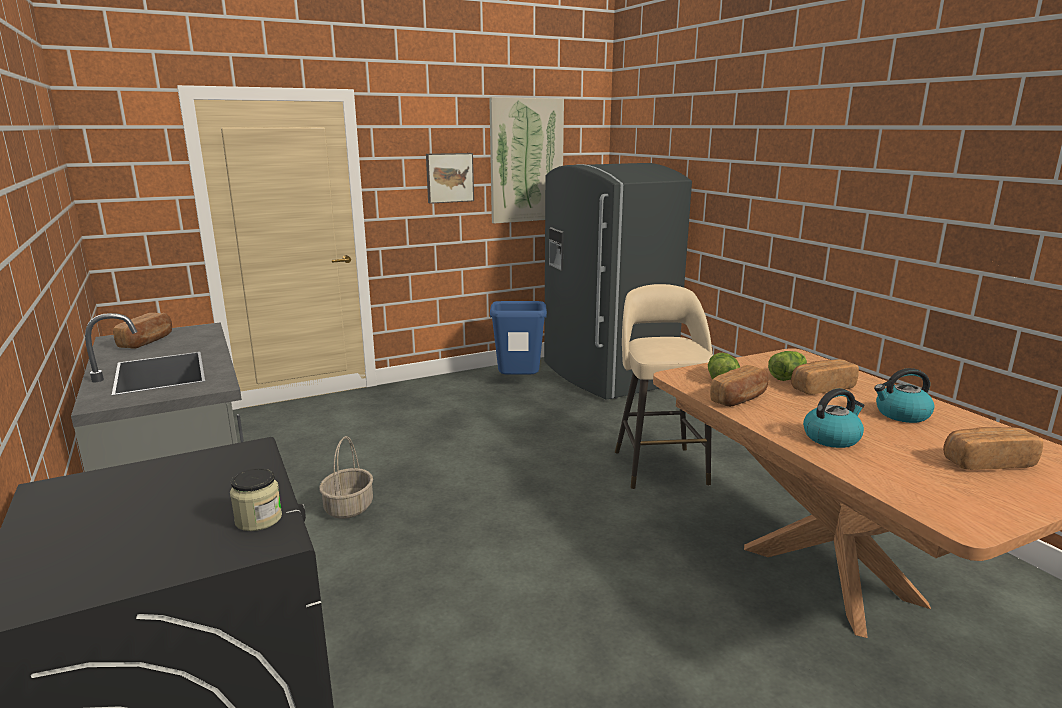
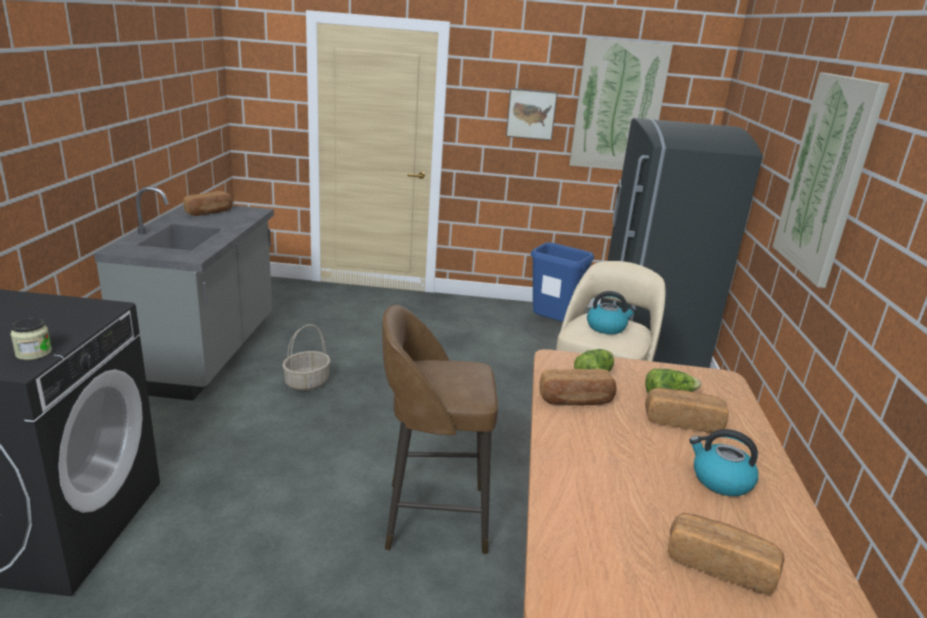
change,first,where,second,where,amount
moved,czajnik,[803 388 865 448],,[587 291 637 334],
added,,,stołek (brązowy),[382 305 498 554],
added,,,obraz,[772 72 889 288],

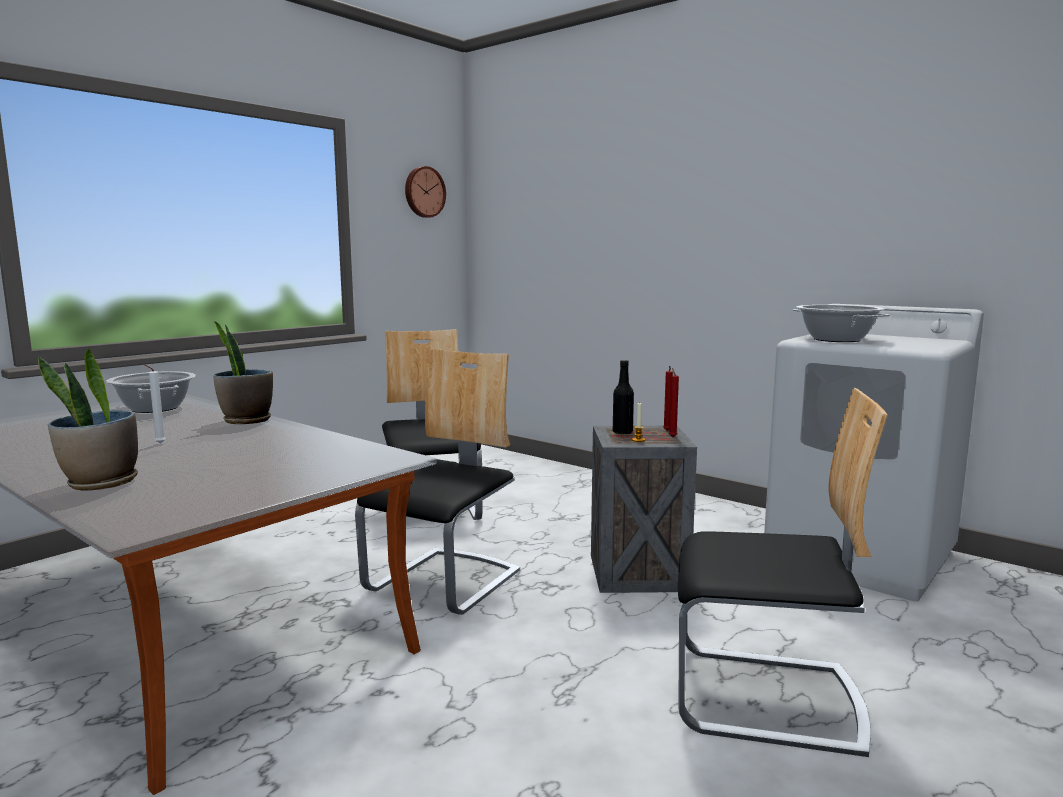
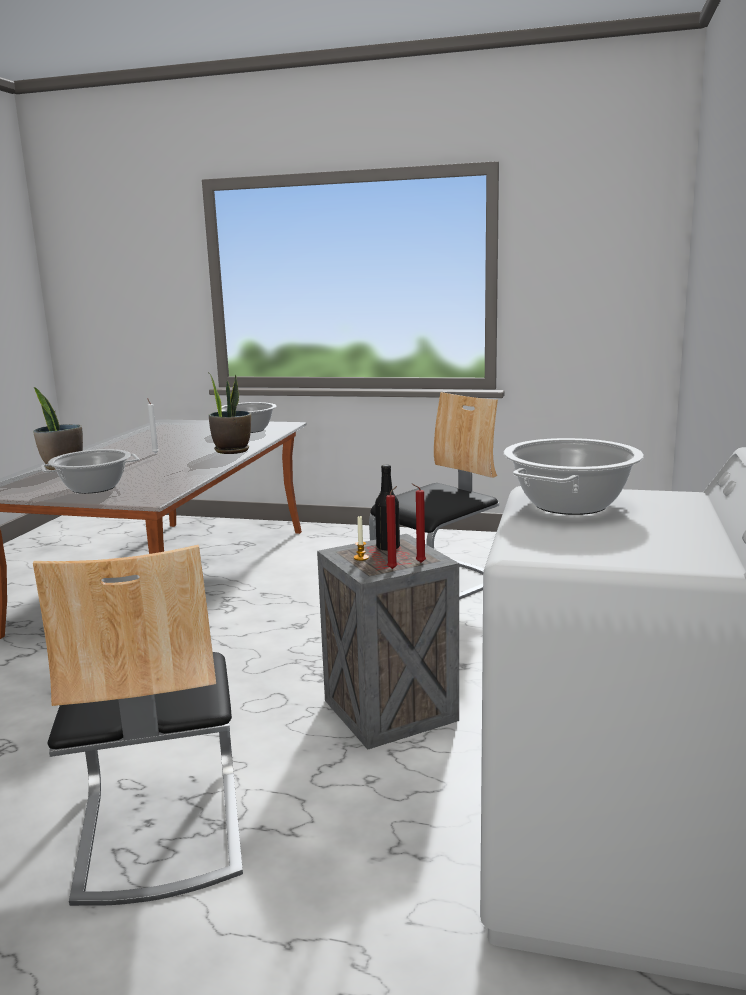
change,first,where,second,where,amount
removed,krzesło,[355 348 520 615],,,
removed,zegar ścienny,[405 166 446 218],,,
added,,,garnek,[41 449 139 494],

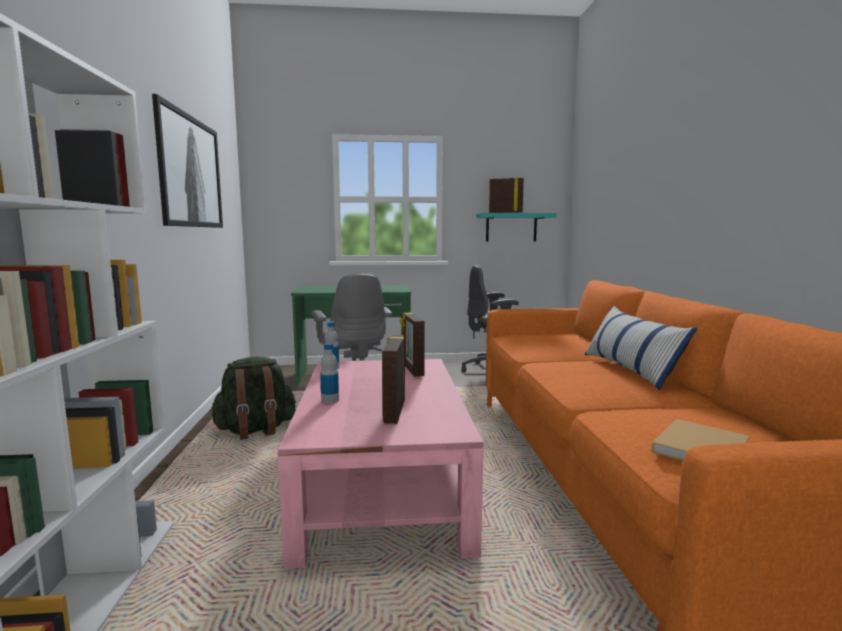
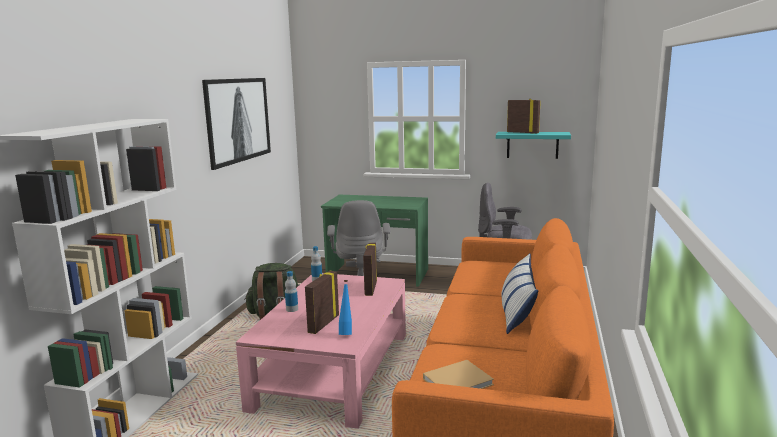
change,first,where,second,where,amount
added,,,butelka (niebieski),[339 280 352 335],

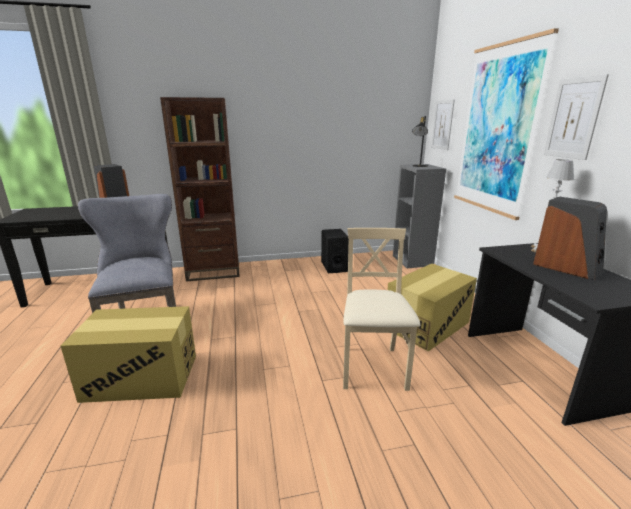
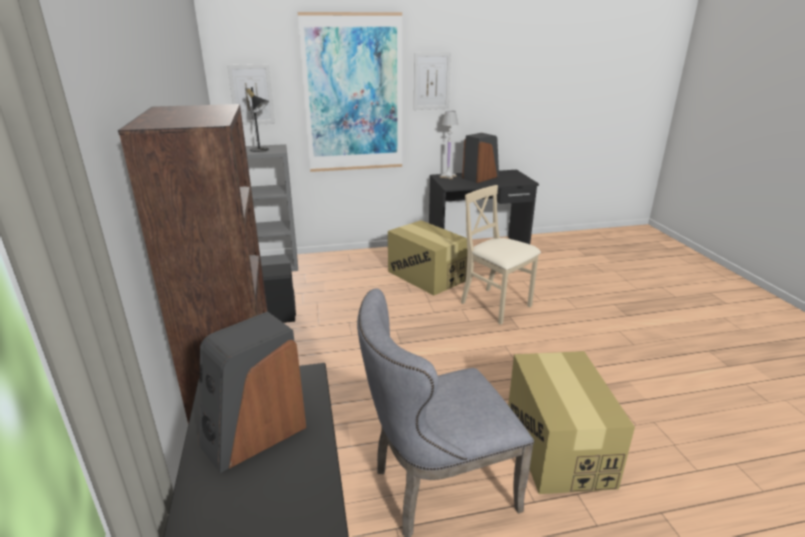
change,first,where,second,where,amount
turned,krzesło (beżowy),[343 228 420 391],,[461 185 541 325],45 degrees clockwise

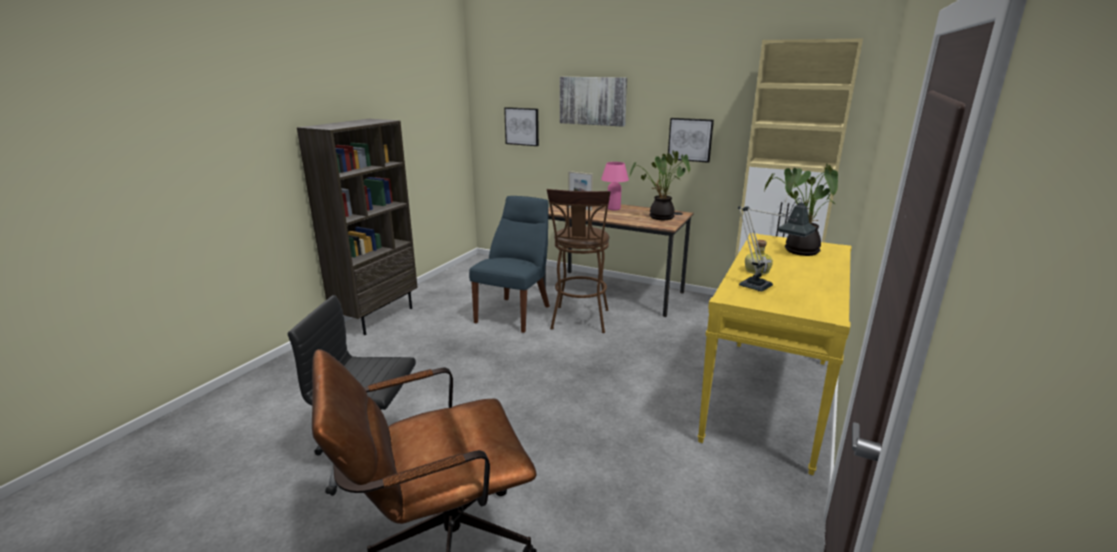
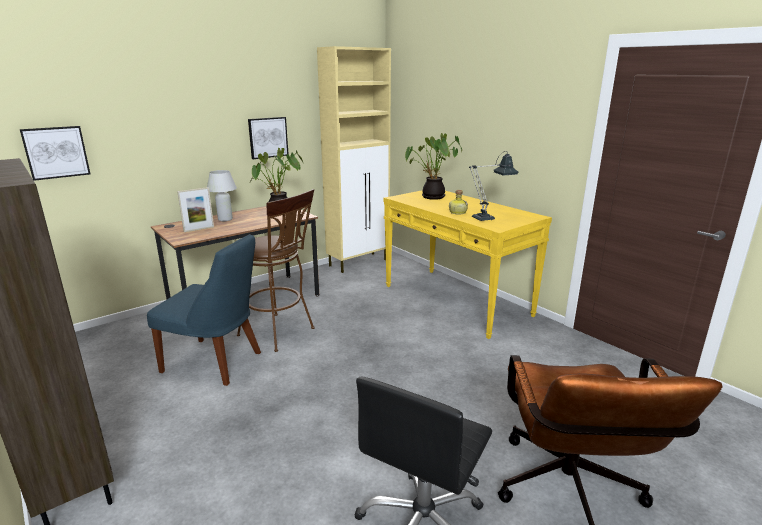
change,first,where,second,where,amount
turned,krzesło (niebieski),[469 196 550 333],,[147 234 261 386],150 degrees clockwise
removed,obraz,[560 77 627 127],,,
recoloured,lampa stołowa (różowy),[601 162 629 210],lampa stołowa (biały),[207 170 237 221],

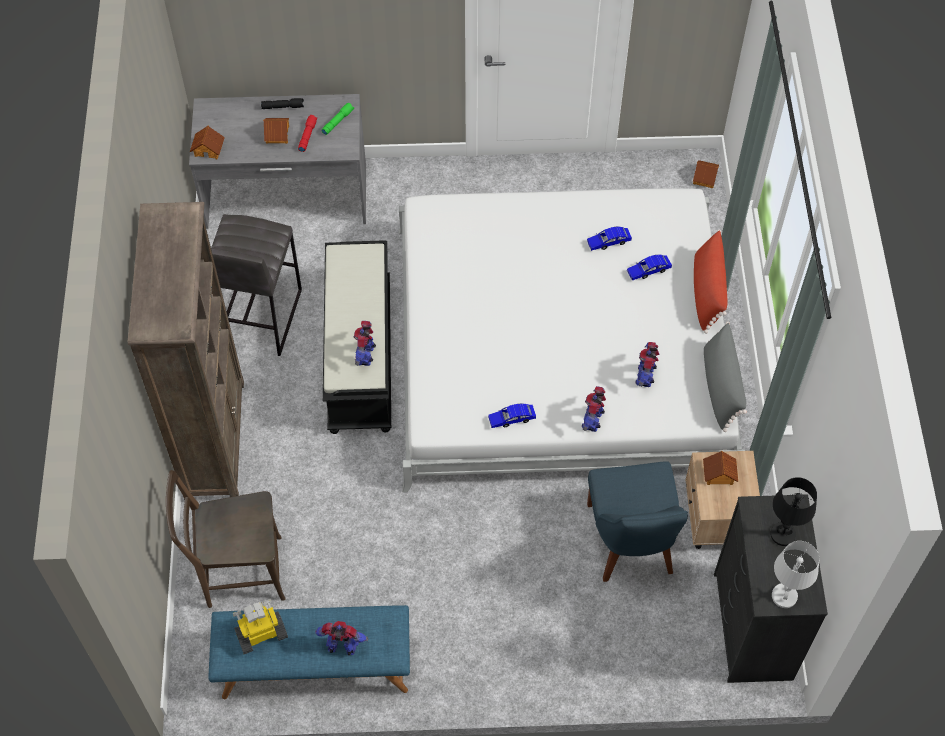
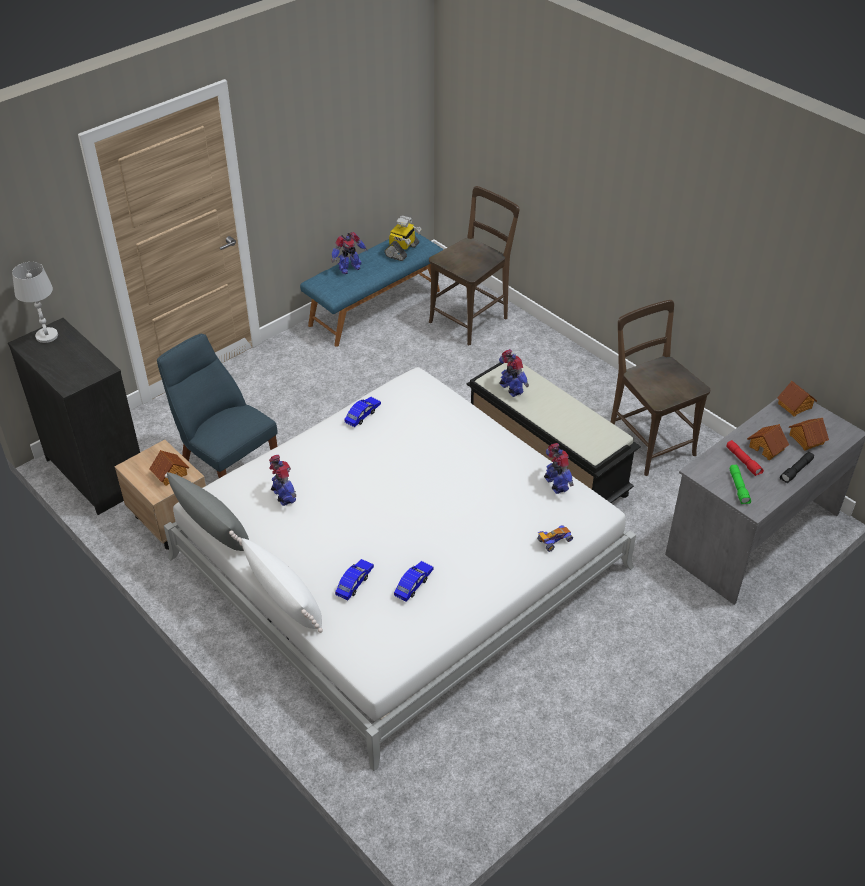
change,first,where,second,where,amount
removed,regał (brązowy),[128 202 244 500],,,
replaced,stołek (szary),[211 214 302 356],krzesło (brązowy),[611 300 710 476],
moved,robot zabawkowy,[582 386 606 432],,[544 443 574 494],
moved,domek,[693 160 719 188],,[789 418 829 450],
recoloured,poduszka (czerwony),[694 230 727 334],poduszka (biały),[239 538 323 633],
removed,lampa stołowa (czarny),[770 477 817 546],,,
added,,,samochodzik,[537 525 573 552],

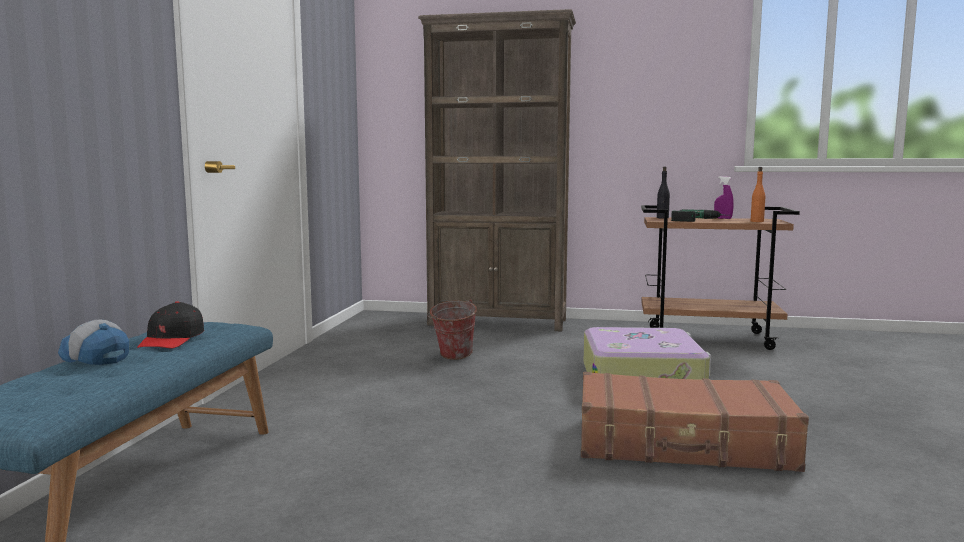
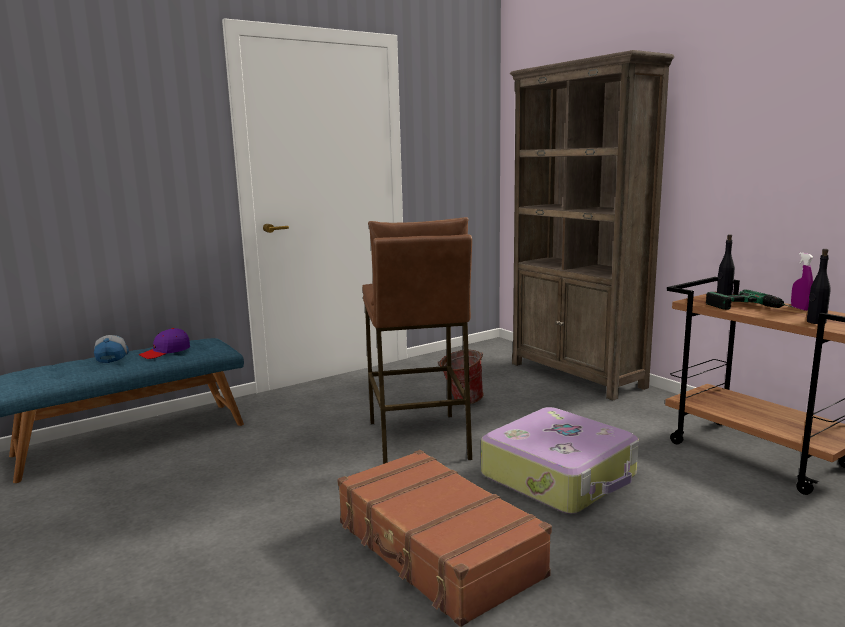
change,first,where,second,where,amount
recoloured,czapka z daszkiem (czarny),[137 301 204 349],czapka z daszkiem (fioletowy),[139 328 190 359],
recoloured,butelka (pomarańczowy),[751 167 765 222],butelka (czarny),[807 249 831 324],
added,,,stołek (brązowy),[363 217 472 464],

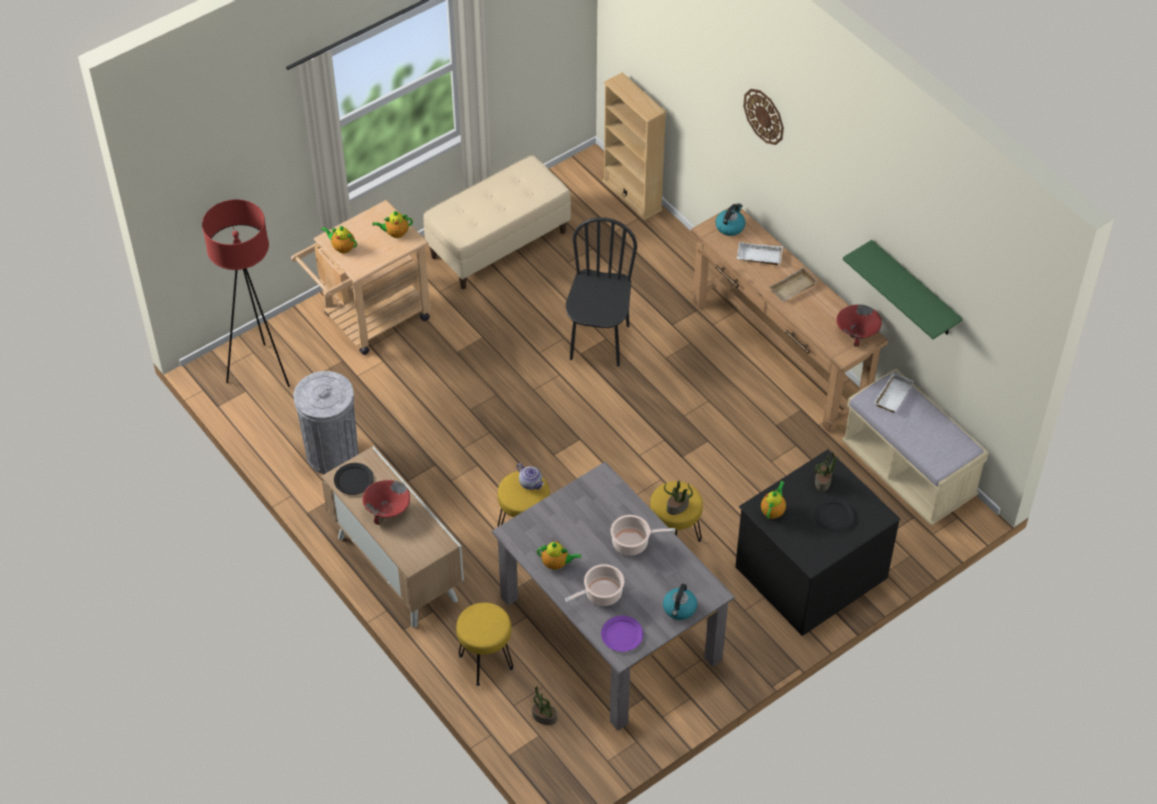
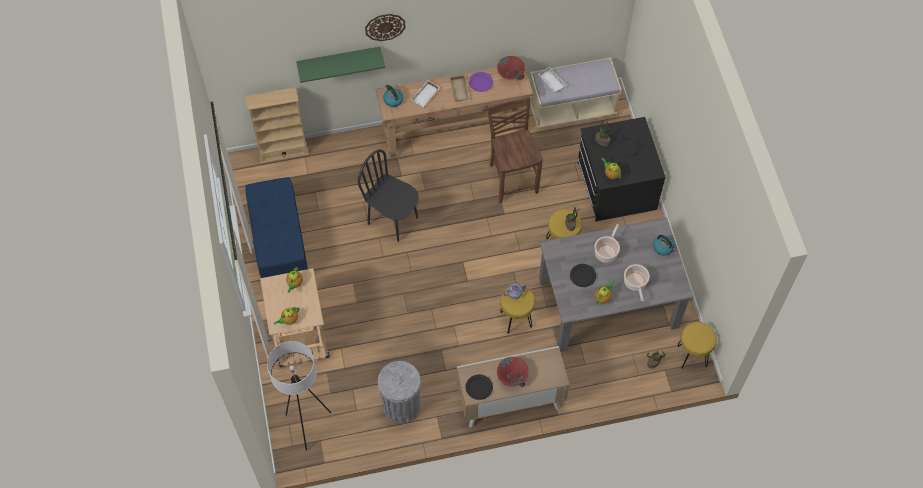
change,first,where,second,where,amount
recoloured,lampa stojąca (czerwony),[202 200 290 387],lampa stojąca (biały),[267 341 332 451],
recoloured,ławka (beżowy),[423 155 571 289],ławka (niebieski),[245 177 308 278],
moved,stołek (żółty),[456 603 513 686],,[677 322 717 369],
moved,talerz (fioletowy),[601 616 643 652],,[469 72 493 92],
moved,półka (zielony),[843 240 963 339],,[296 47 385 83],
added,,,krzesło (brązowy),[487 97 543 203],
added,,,talerz (czarny),[570 264 596 287],

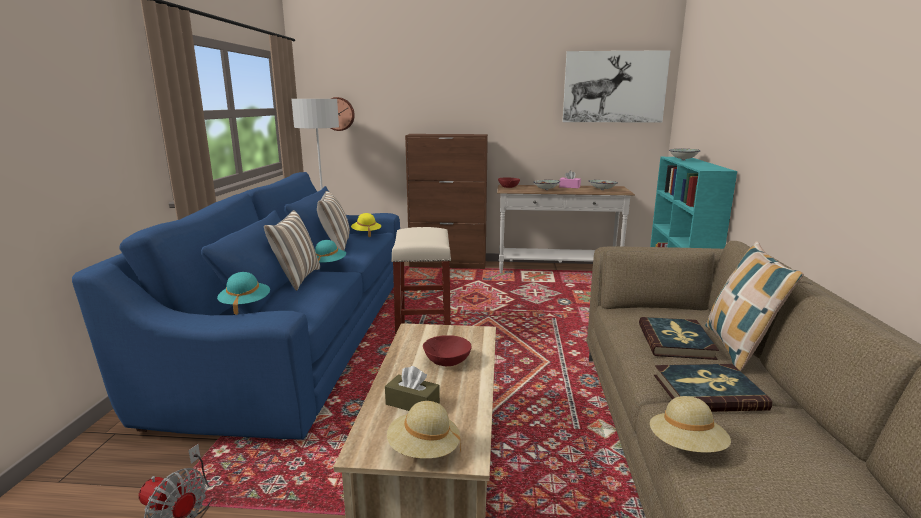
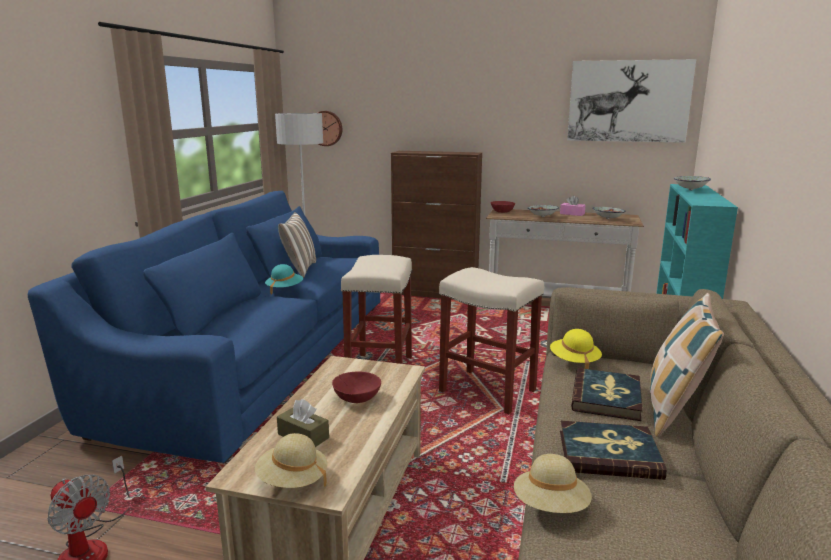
change,first,where,second,where,amount
removed,kapelusz (turkusowy),[217 272 270 315],,,
removed,poduszka,[264 210 320 291],,,
moved,kapelusz (żółty),[351 213 381 237],,[550 329 602 369],
added,,,stołek (beżowy),[439 267 544 414],

